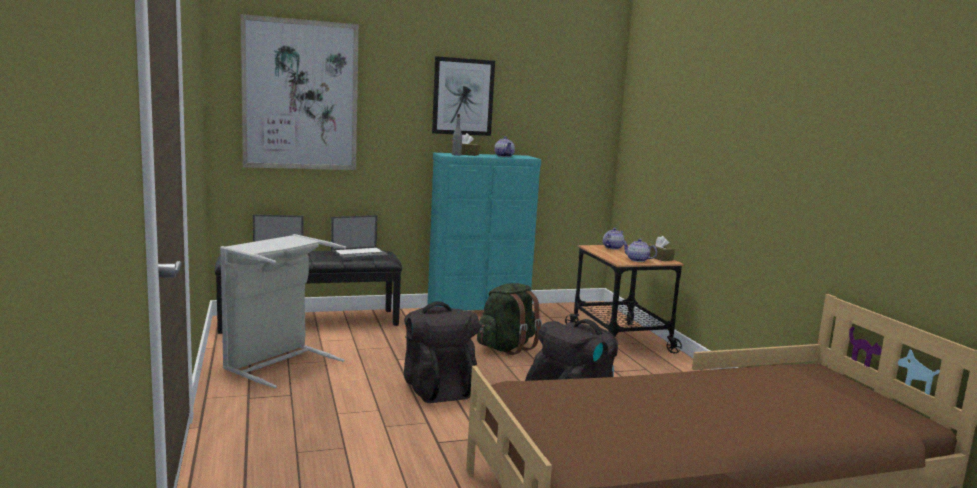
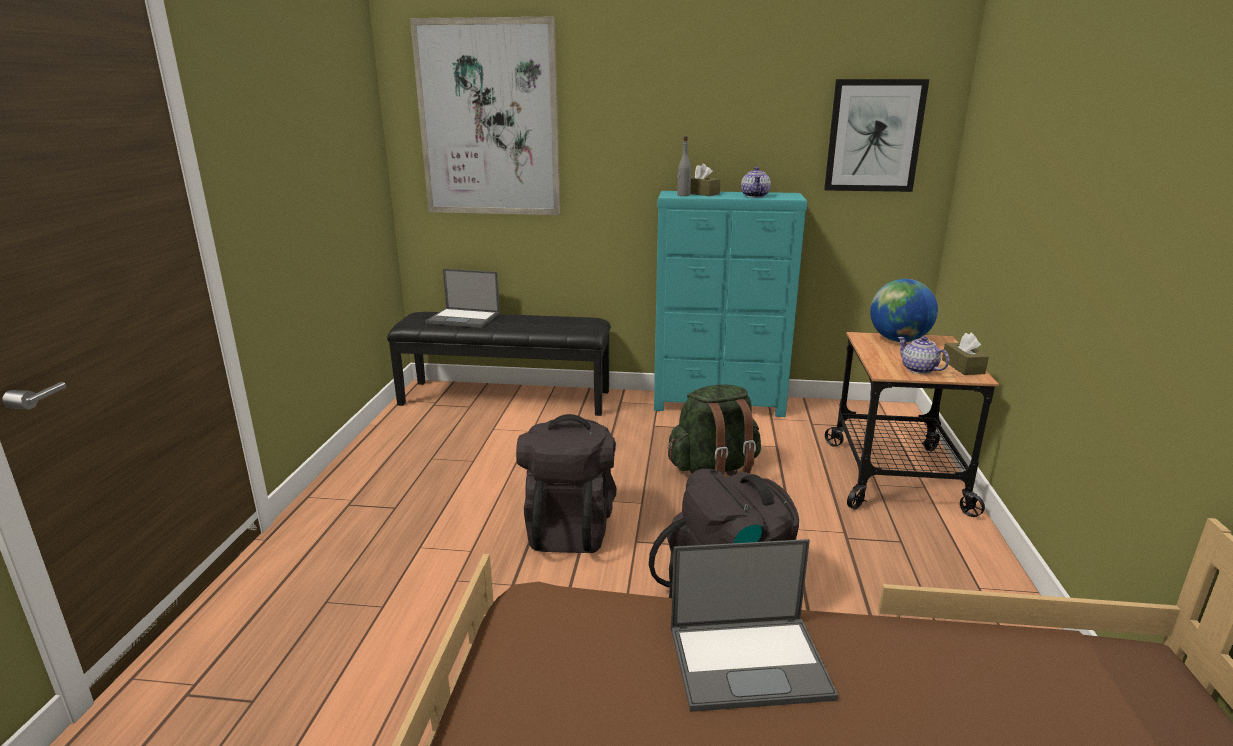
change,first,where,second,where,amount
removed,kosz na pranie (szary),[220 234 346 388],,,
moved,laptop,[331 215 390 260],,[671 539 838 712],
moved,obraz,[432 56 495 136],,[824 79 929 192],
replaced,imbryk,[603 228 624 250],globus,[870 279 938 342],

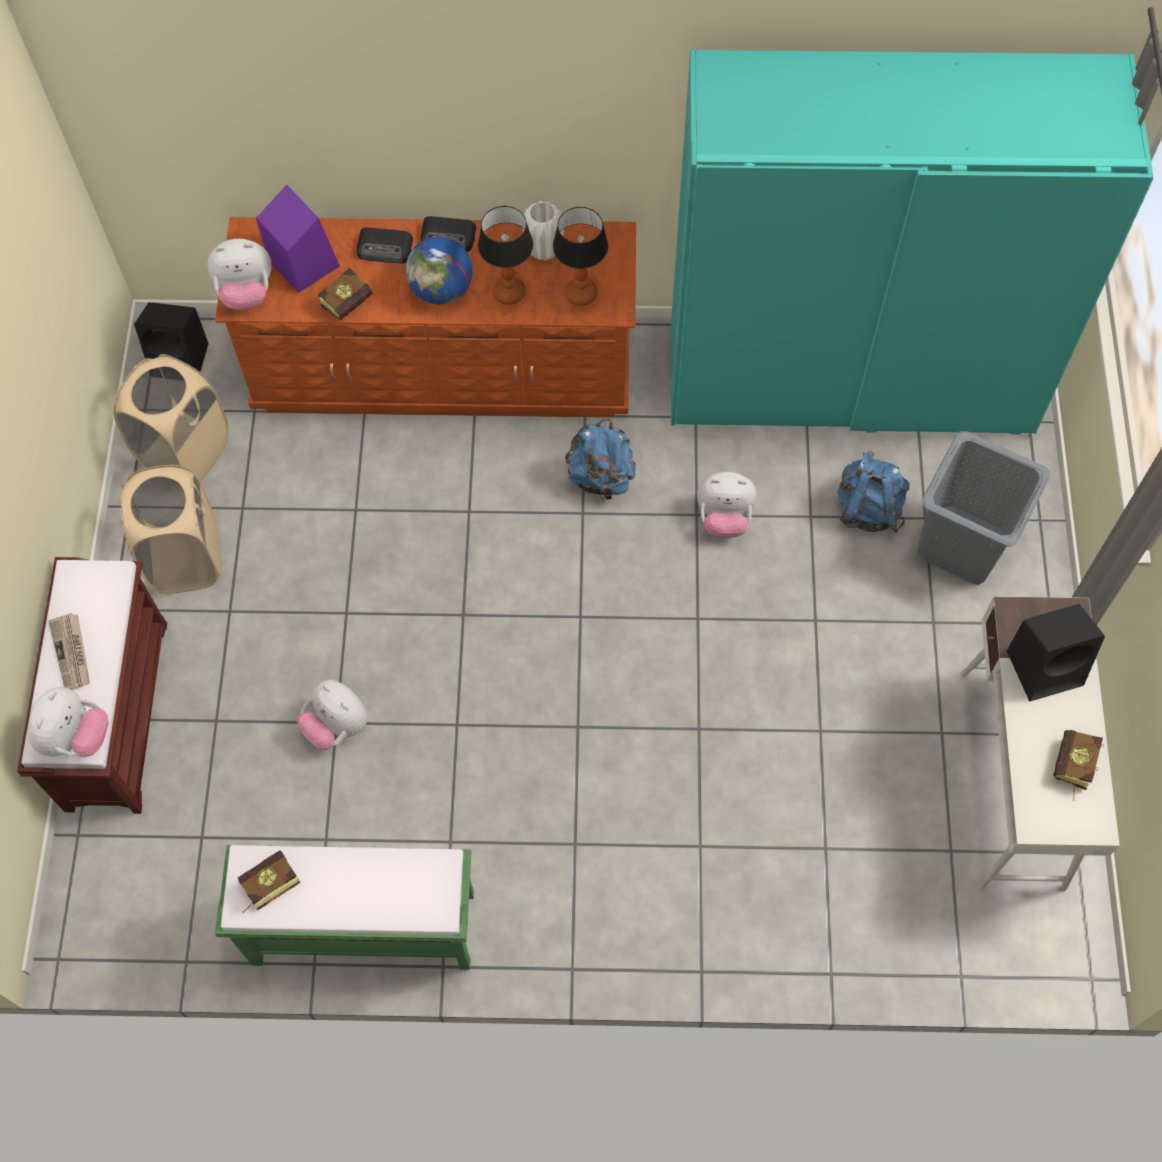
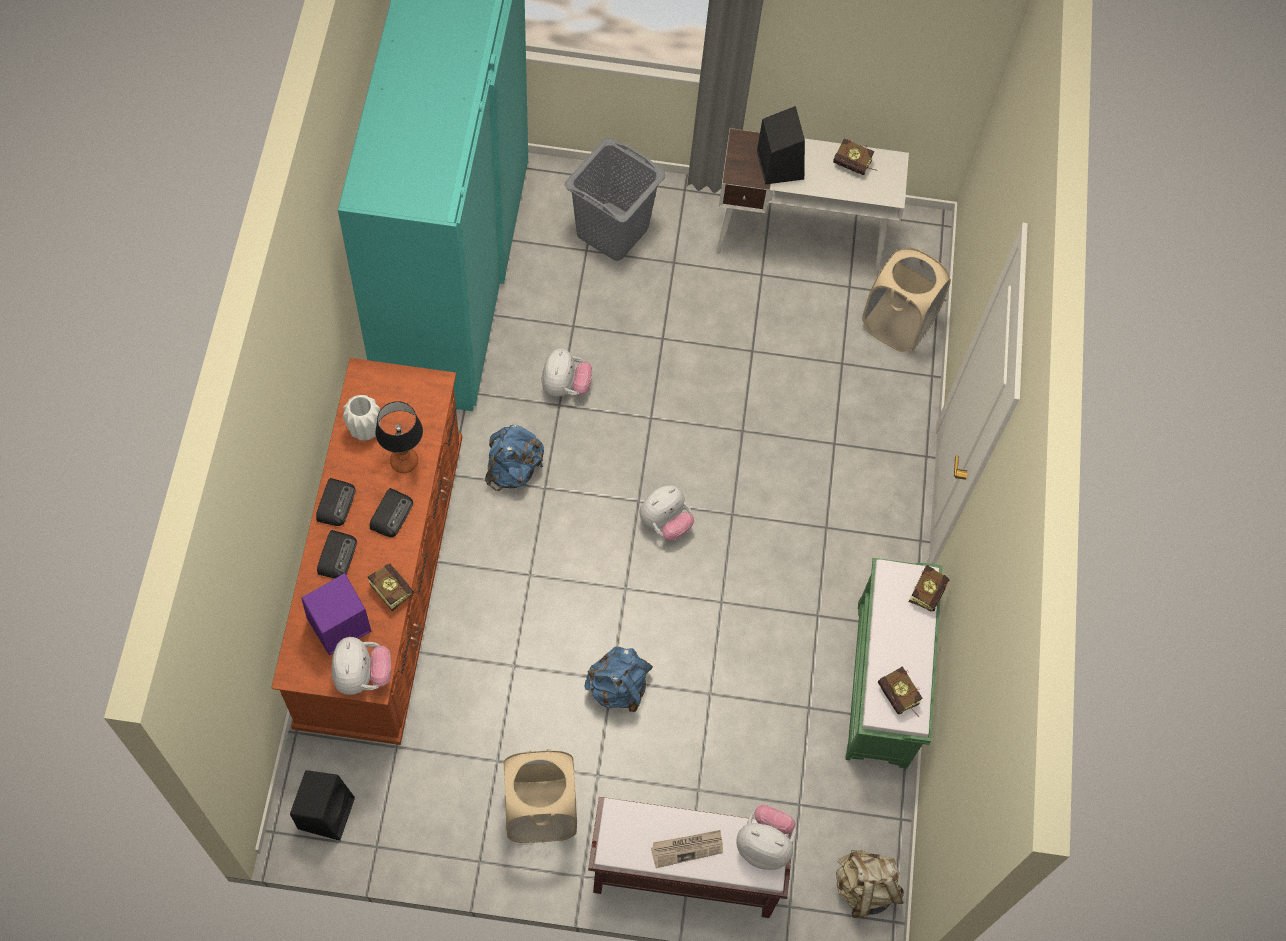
change,first,where,second,where,amount
moved,kosz na pranie (beżowy),[114 354 229 481],,[862 248 951 352],
moved,pluszak,[297 679 368 750],,[639 485 694 541],
replaced,globus,[406 236 473 305],radio,[370 488 413 537],
removed,lampa stołowa,[553 207 608 306],,,
moved,plecak (niebieski),[837 451 910 533],,[584 646 653 712],
added,,,plecak (beżowy),[836 850 904 918],
added,,,książka,[909 565 949 611],

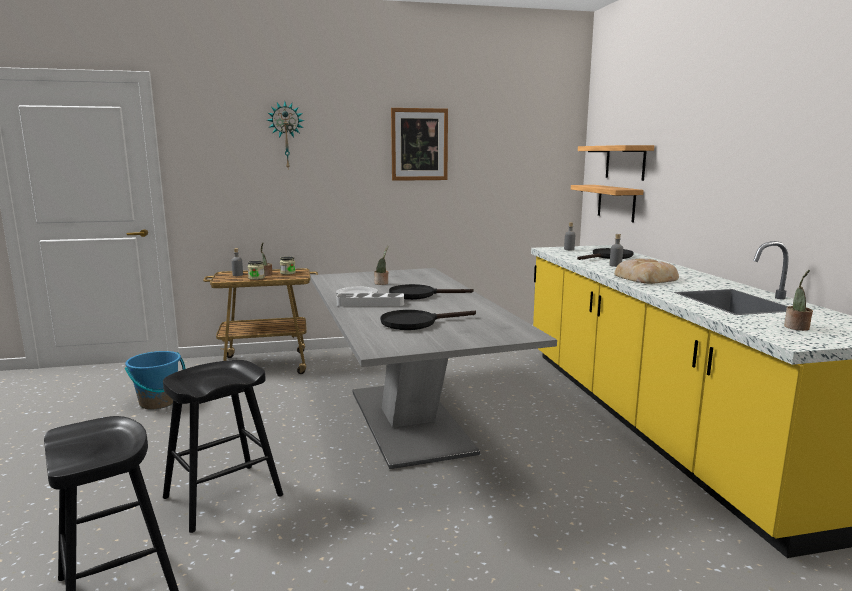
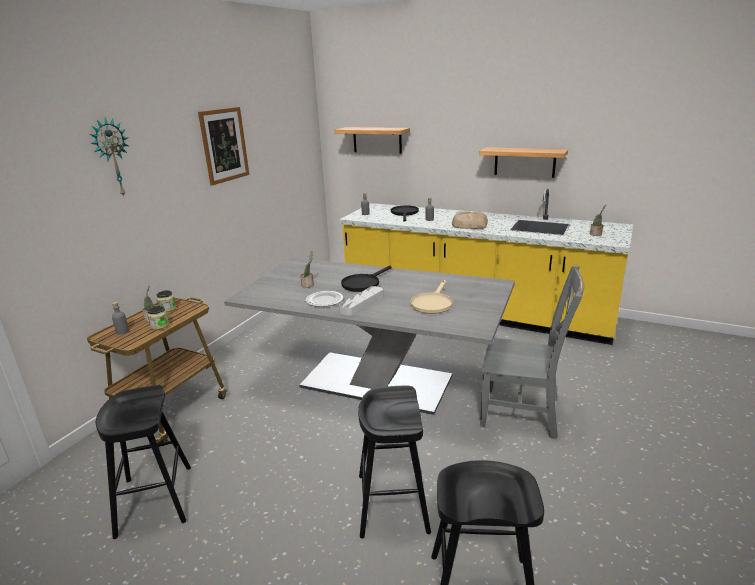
change,first,where,second,where,amount
replaced,wiadro (niebieski),[125 351 185 410],stołek (czarny),[96 385 191 539],
recoloured,patelnia (czarny),[381 310 476 330],patelnia (beżowy),[410 280 453 314],
moved,półka,[571 185 644 223],,[479 147 568 178],
added,,,krzesło (szary),[480 265 584 439],

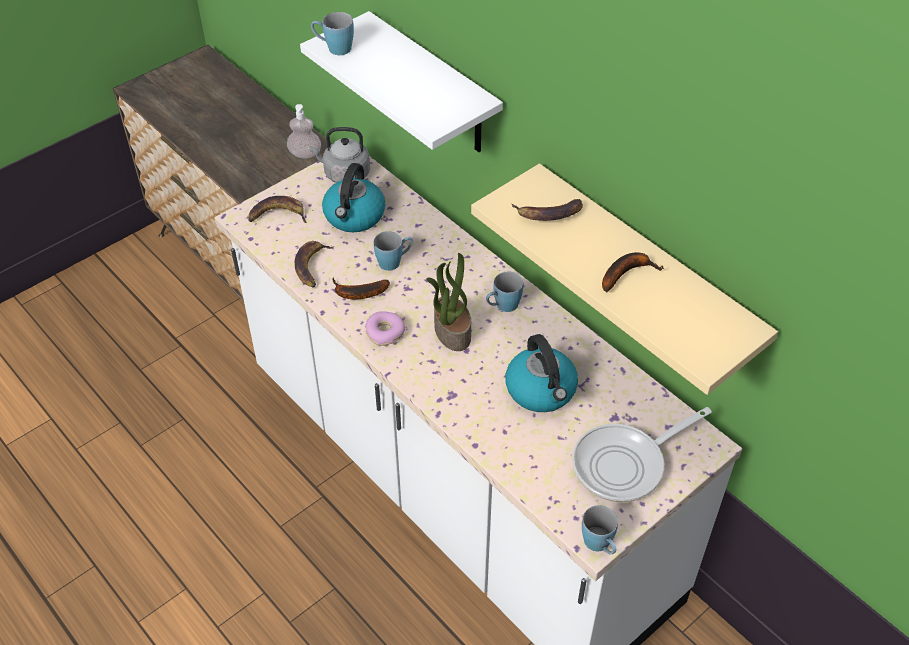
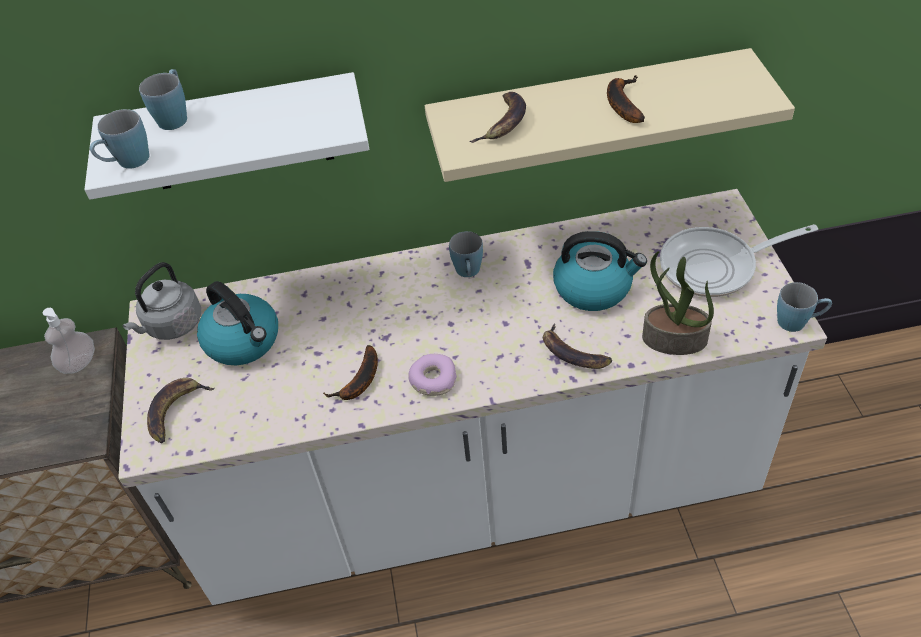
change,first,where,second,where,amount
moved,banan,[295 241 334 287],,[543 323 612 369],
moved,kubek (niebieski),[374 231 413 271],,[139 69 187 130],
moved,roślina doniczkowa,[426 253 471 351],,[642 251 714 355],
turned,patelnia,[572 407 712 502],,[660 224 818 297],75 degrees clockwise

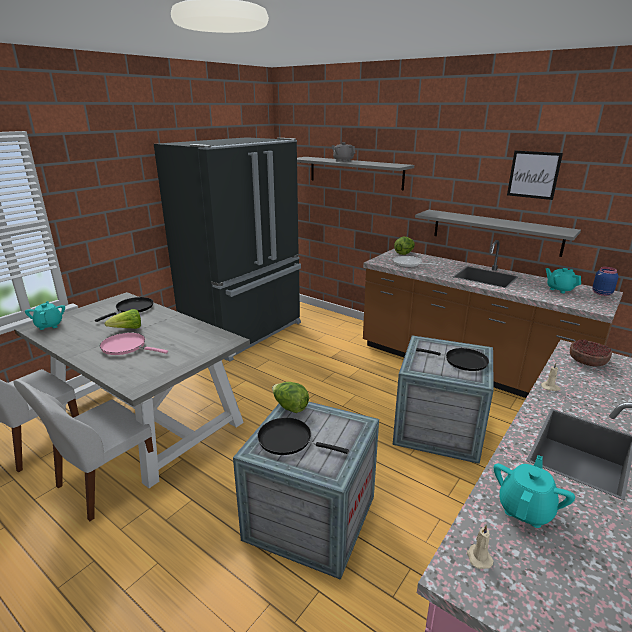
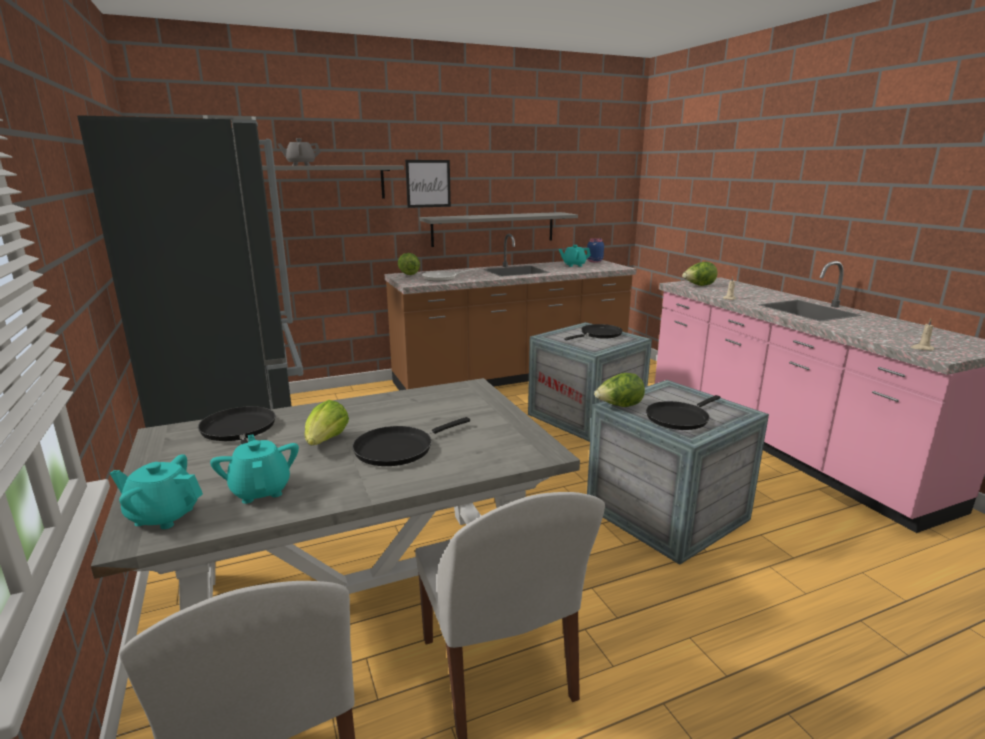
change,first,where,second,where,amount
recoloured,patelnia (różowy),[100 333 168 355],patelnia (czarny),[352 417 470 466],
moved,imbryk (turkusowy),[494 455 575 528],,[210 434 299 504],
moved,obraz,[507 151 563 200],,[405 160 451 208],
replaced,miska,[570 339 612 366],sałata,[682 262 717 286],

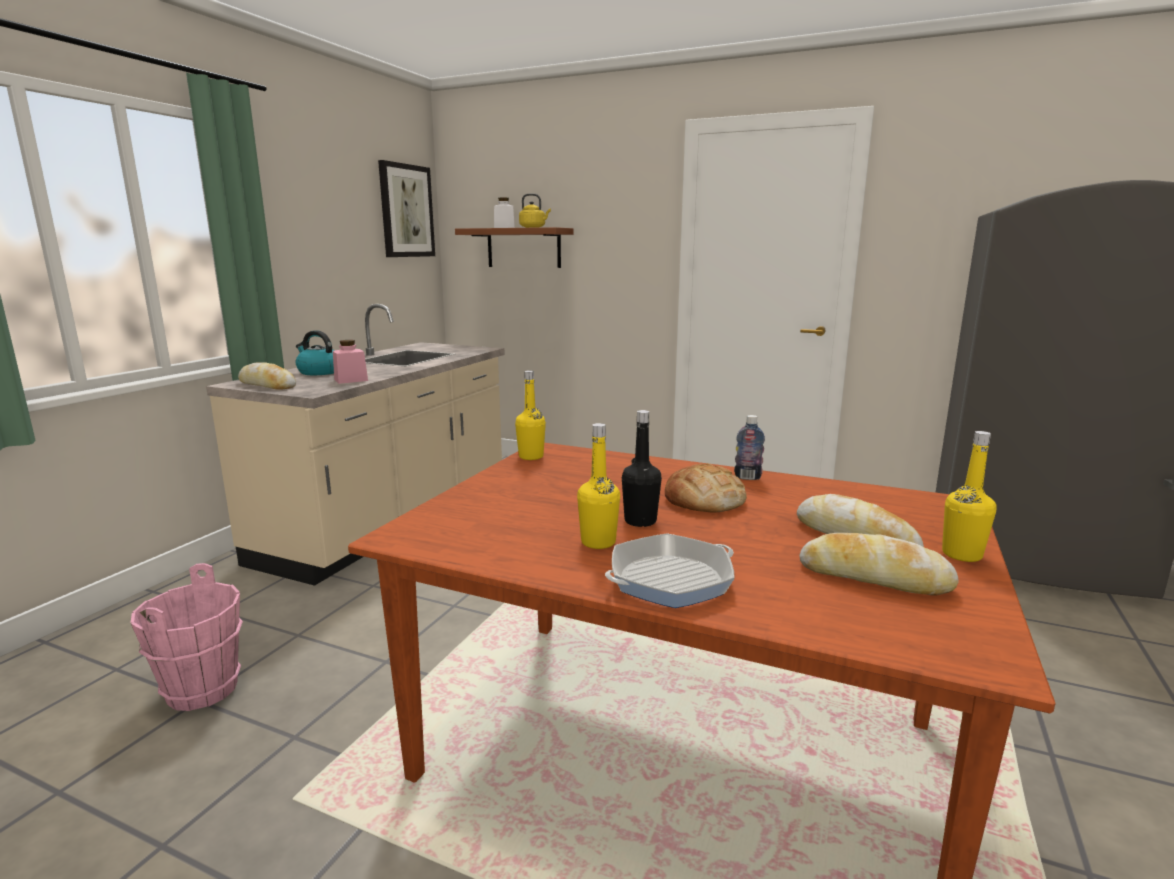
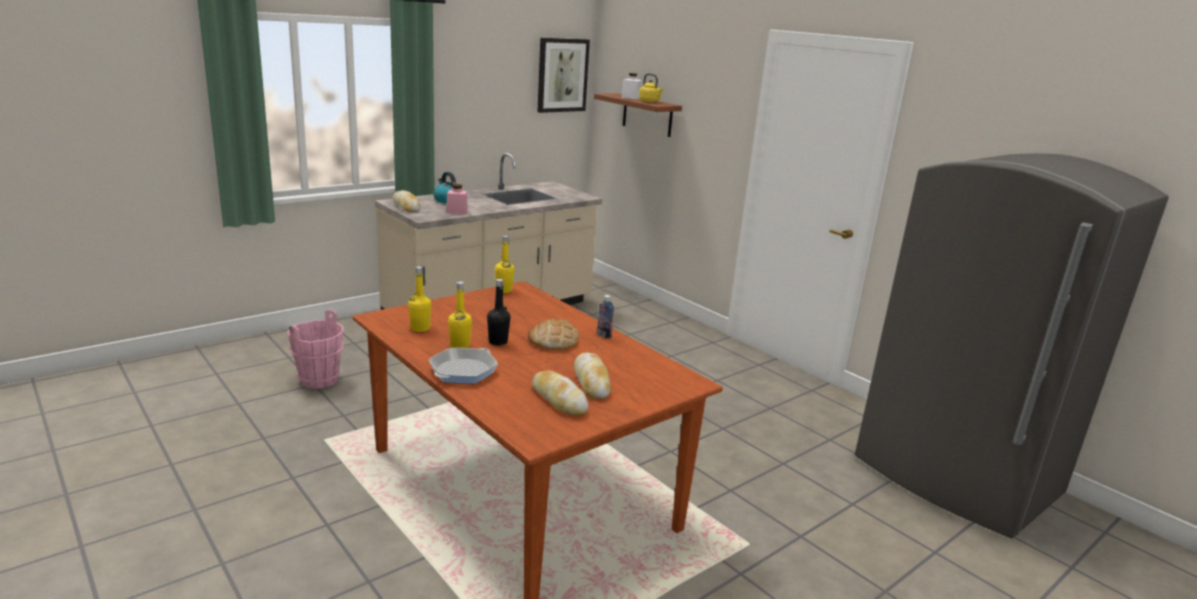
change,first,where,second,where,amount
turned,patelnia,[605 534 735 608],,[428 348 498 384],60 degrees counterclockwise
moved,butelka (żółty),[942 431 997 562],,[408 266 432 332],

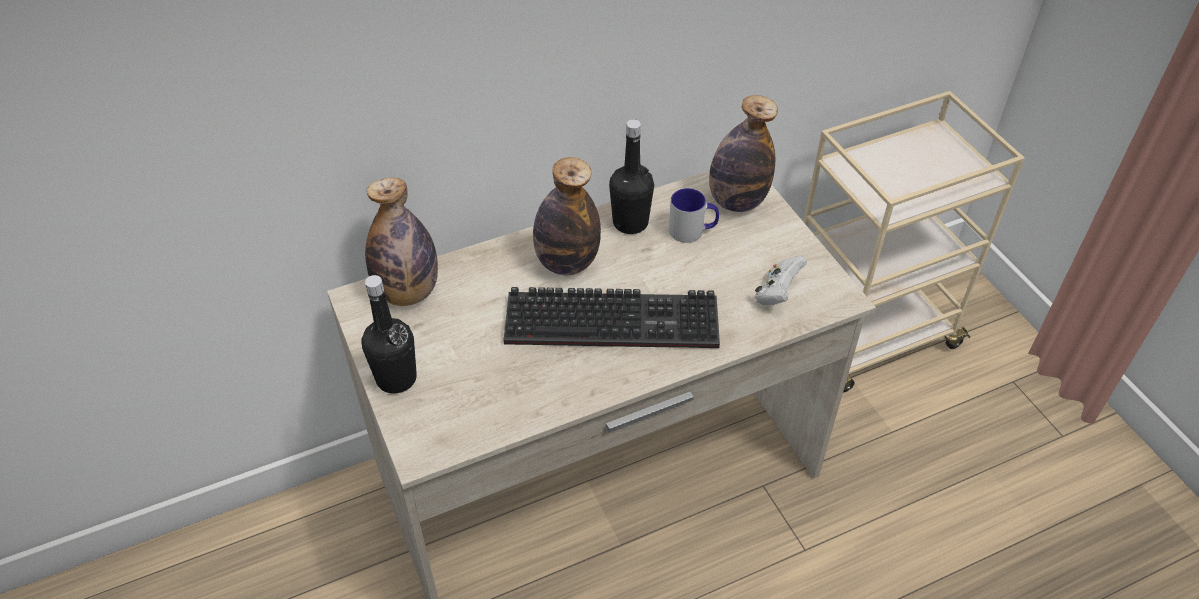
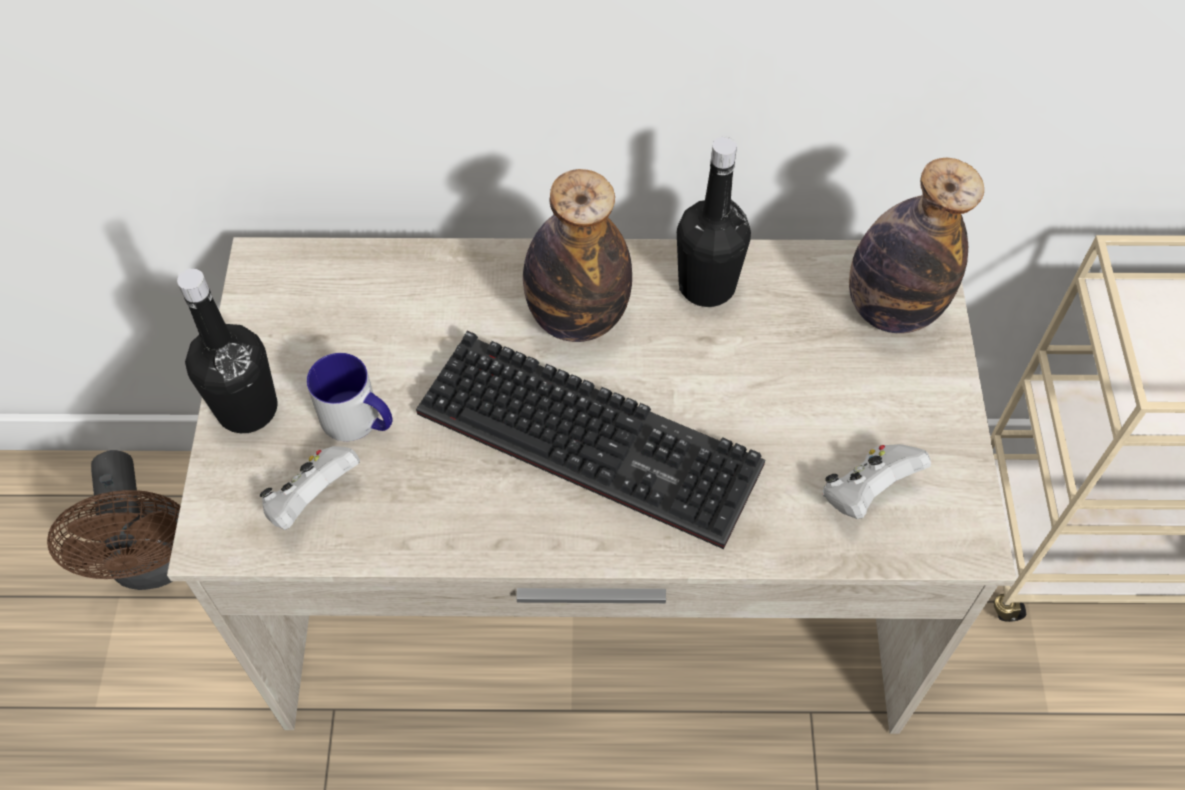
change,first,where,second,where,amount
removed,butelka,[365 178 438 306],,,
moved,kubek,[669 188 719 243],,[306 353 393 441],
added,,,wentylator (brązowy),[47 450 181 590],
added,,,pad do gier (biały),[260 446 360 530],

